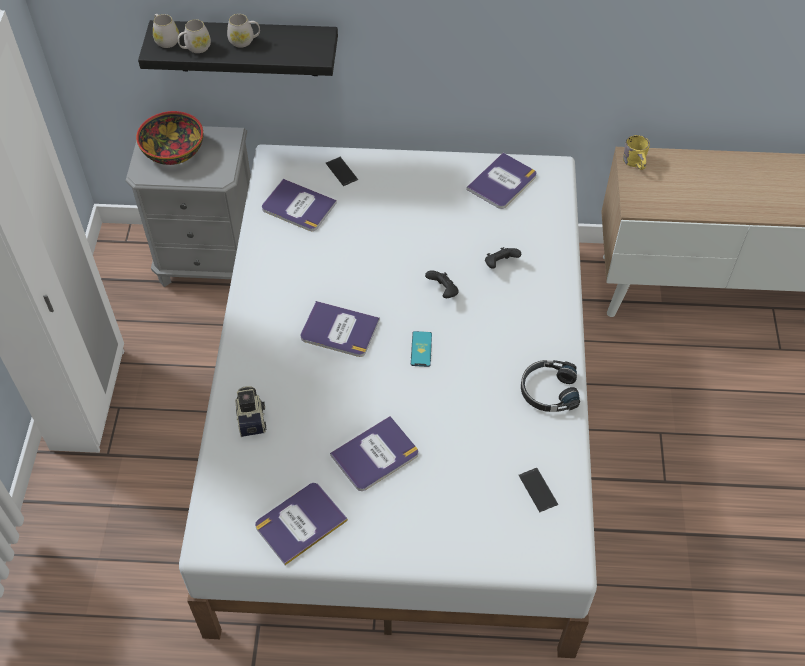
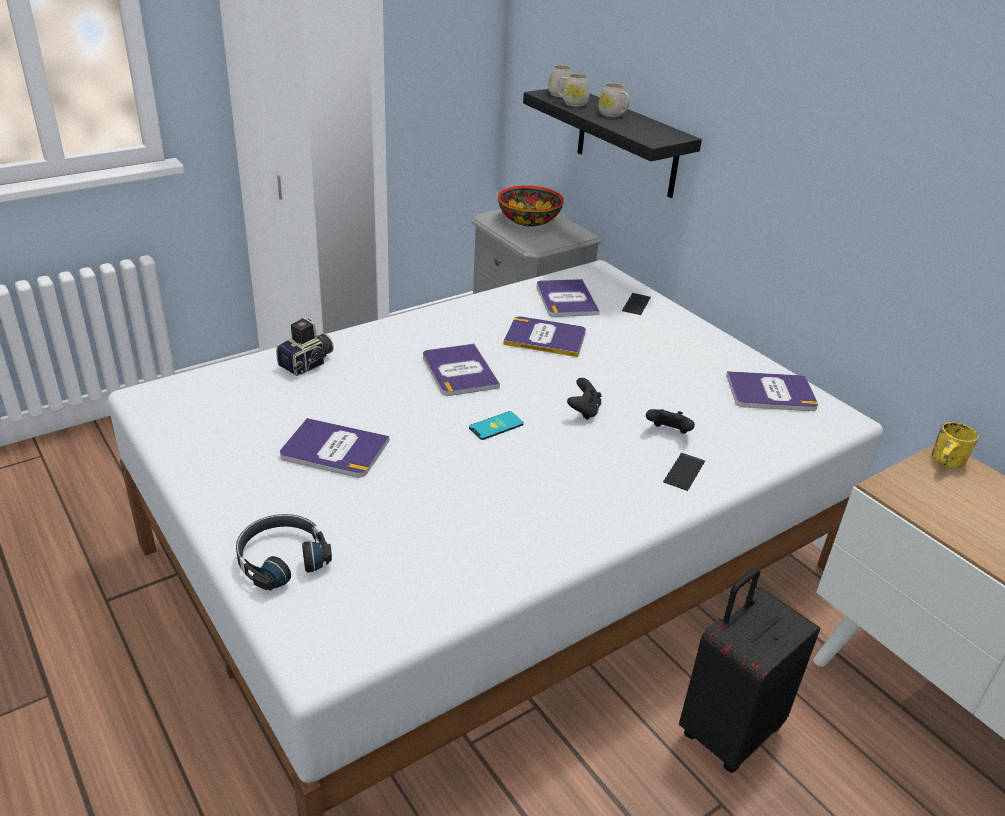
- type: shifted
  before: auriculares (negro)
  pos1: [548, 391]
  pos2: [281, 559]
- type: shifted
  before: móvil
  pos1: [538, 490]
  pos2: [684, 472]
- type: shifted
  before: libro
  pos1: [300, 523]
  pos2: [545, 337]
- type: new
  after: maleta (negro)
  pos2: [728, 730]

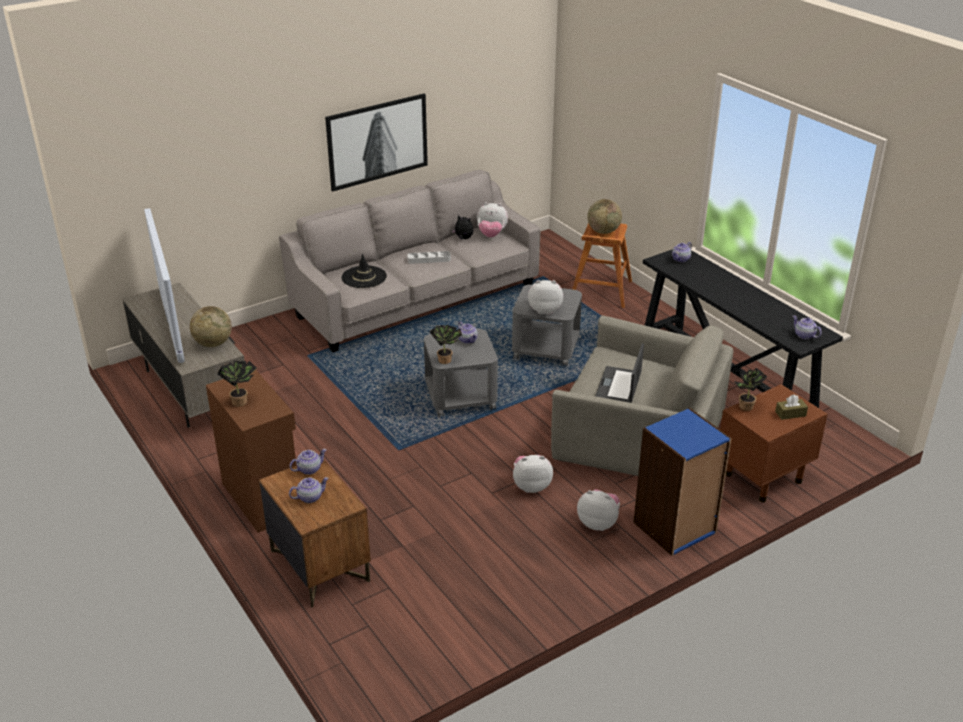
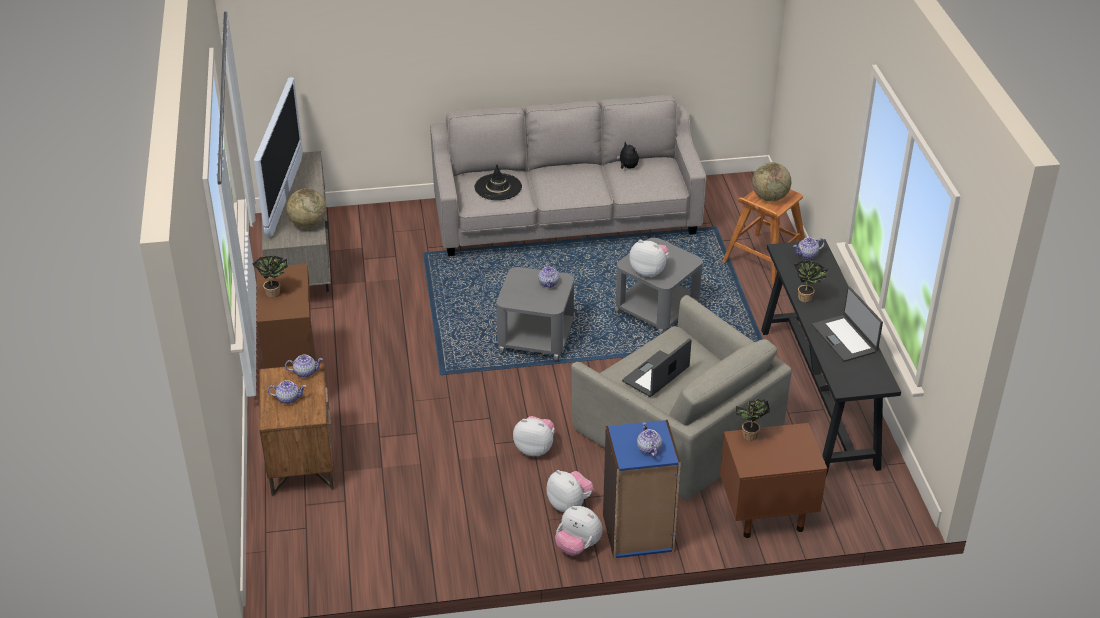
- type: gone
  before: cuadro
  pos1: [377, 141]
- type: shifted
  before: peluche
  pos1: [491, 235]
  pos2: [578, 546]
- type: gone
  before: bandeja (gris)
  pos1: [429, 259]
- type: shifted
  before: tetera
  pos1: [804, 335]
  pos2: [648, 449]
- type: shifted
  before: planta en maceta
  pos1: [446, 360]
  pos2: [807, 298]
- type: gone
  before: caja de pañuelos (marrón)
  pos1: [790, 414]
- type: new
  after: portátil
  pos2: [845, 338]

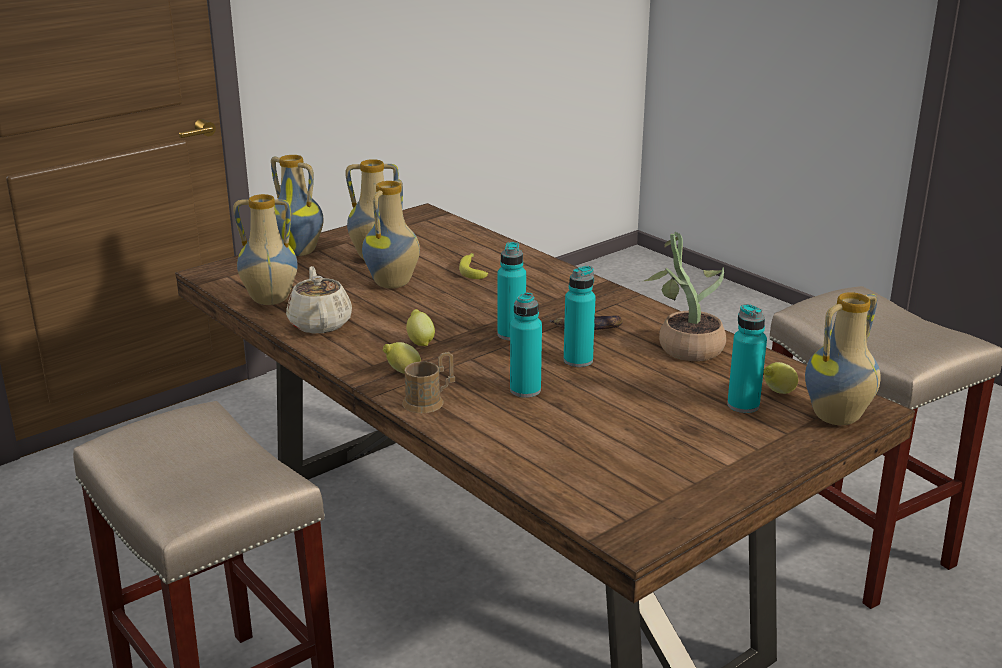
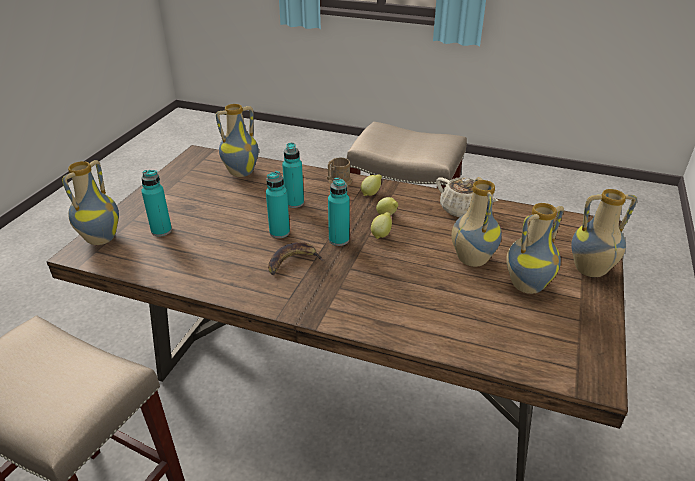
- type: shifted
  before: florero
  pos1: [269, 300]
  pos2: [241, 172]
- type: gone
  before: planta en maceta
  pos1: [683, 346]
- type: gone
  before: plátano
  pos1: [473, 270]
- type: shifted
  before: limón
  pos1: [777, 393]
  pos2: [381, 234]

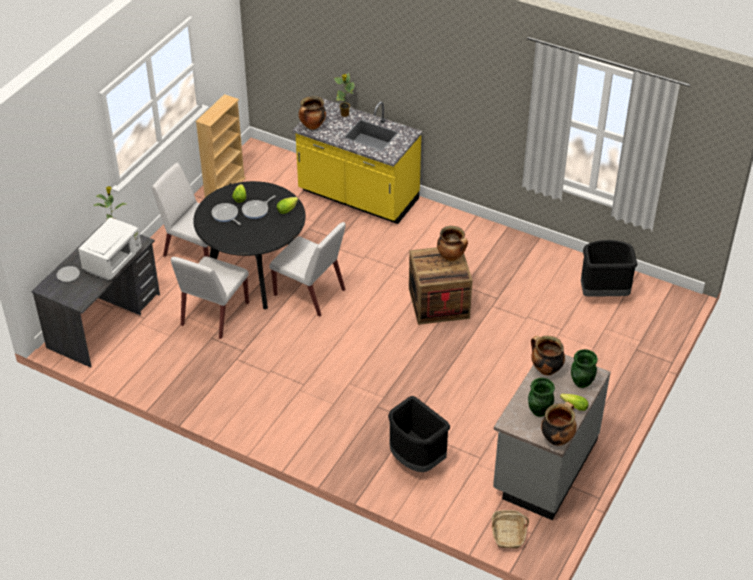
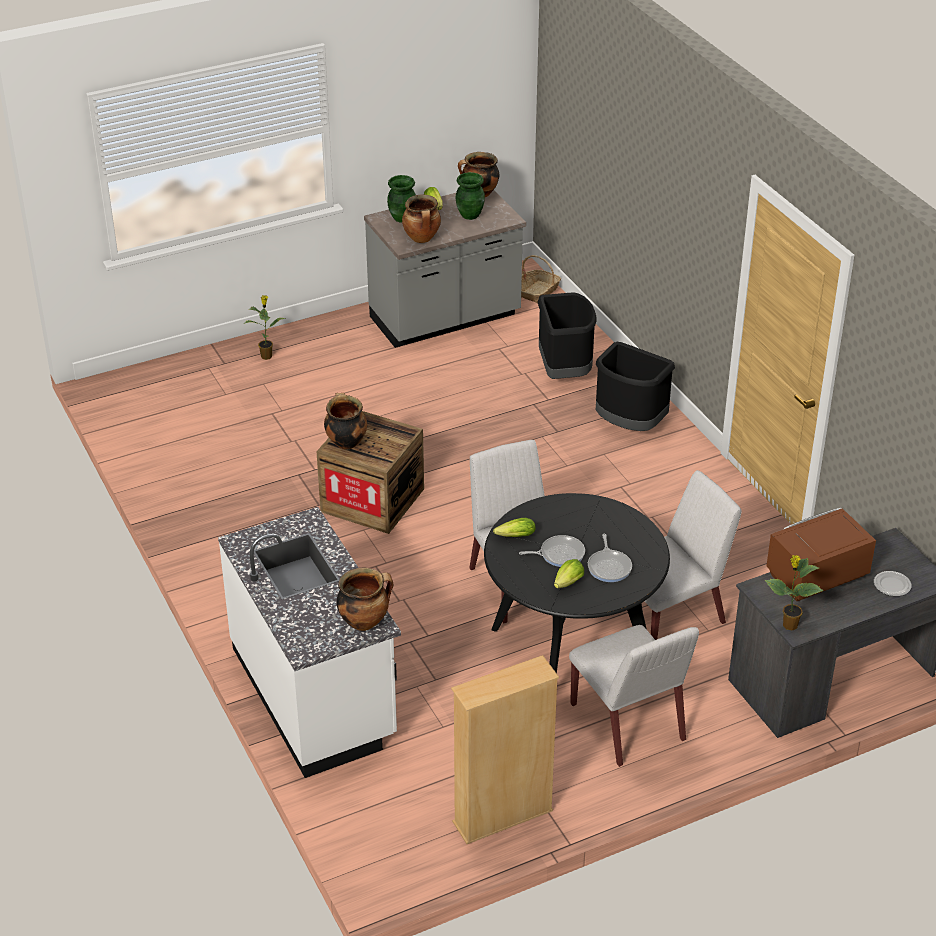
- type: shifted
  before: planta en maceta
  pos1: [345, 114]
  pos2: [267, 356]
- type: repainted
  before: mueble bajo de cocina (amarillo)
  after: mueble bajo de cocina (blanco)
  pos1: [358, 197]
  pos2: [315, 694]
- type: repainted
  before: microondas (blanco)
  after: microondas (marrón)
  pos1: [113, 262]
  pos2: [815, 576]
- type: shifted
  before: papelera (negro)
  pos1: [603, 293]
  pos2: [629, 425]

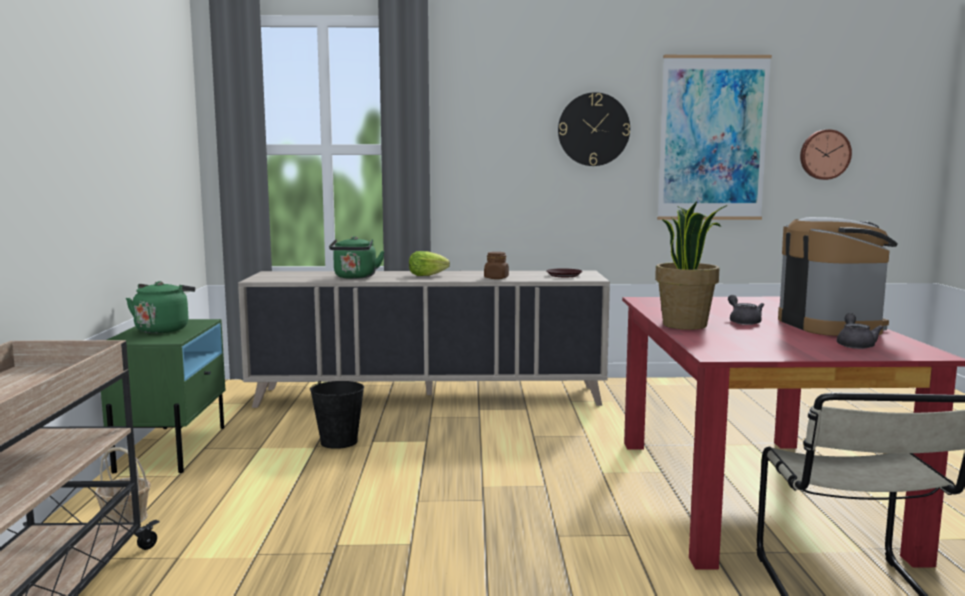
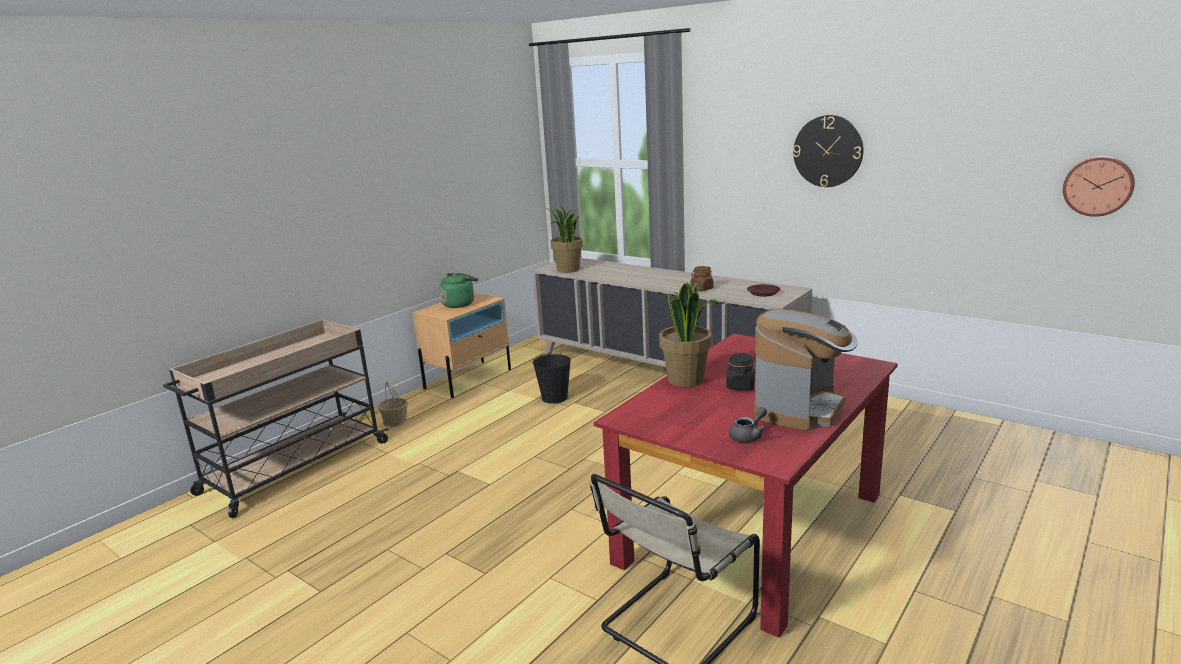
- type: gone
  before: cuadro
  pos1: [712, 138]
- type: gone
  before: hervidor (verde)
  pos1: [355, 277]
- type: gone
  before: lechuga
  pos1: [426, 275]
- type: swapped
  before: tetera (gris)
  after: tarro (negro)
  pos1: [743, 321]
  pos2: [740, 386]
- type: repainted
  before: mesita de noche (verde)
  after: mesita de noche (beis)
  pos1: [173, 448]
  pos2: [468, 378]
- type: new
  after: planta en maceta
  pos2: [568, 270]

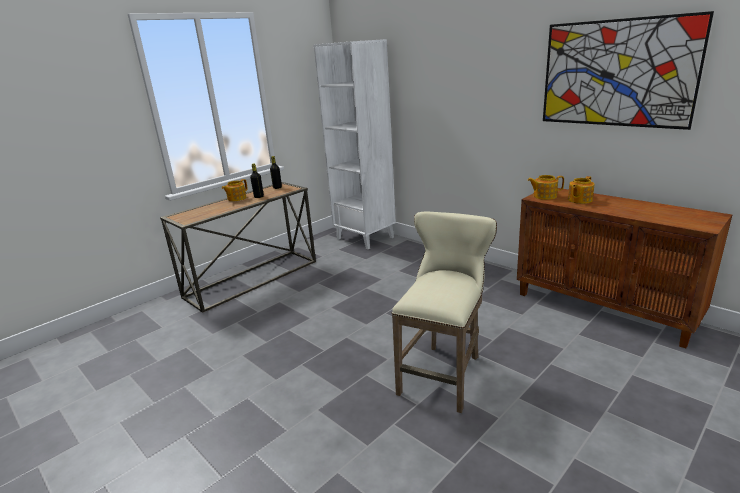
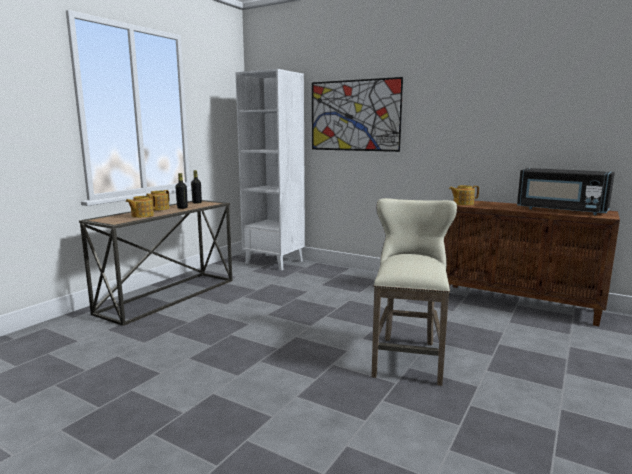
- type: shifted
  before: cuadro
  pos1: [616, 73]
  pos2: [354, 115]
- type: shifted
  before: tetera
  pos1: [579, 200]
  pos2: [142, 215]
- type: new
  after: microondas (negro)
  pos2: [561, 210]

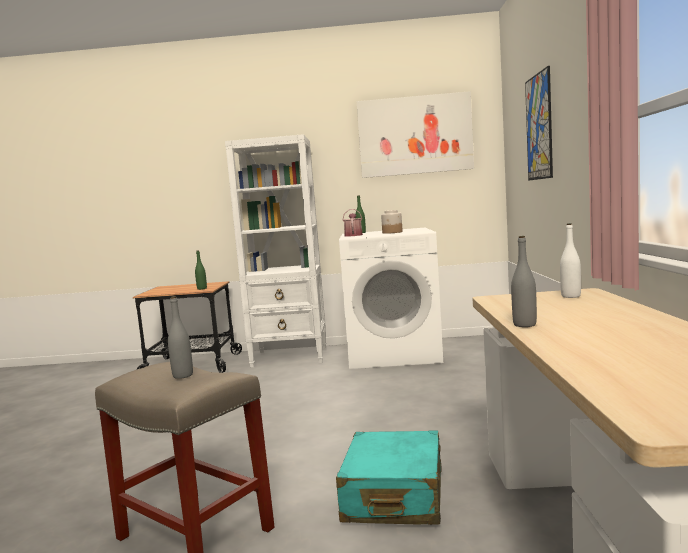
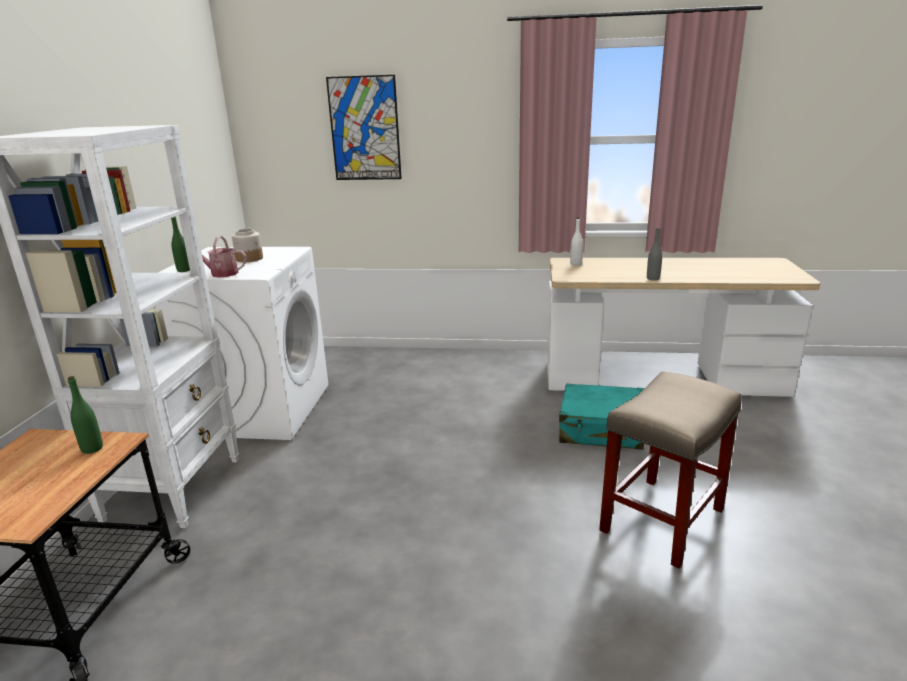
- type: gone
  before: cuadro
  pos1: [415, 135]
- type: gone
  before: botella (gris)
  pos1: [183, 375]

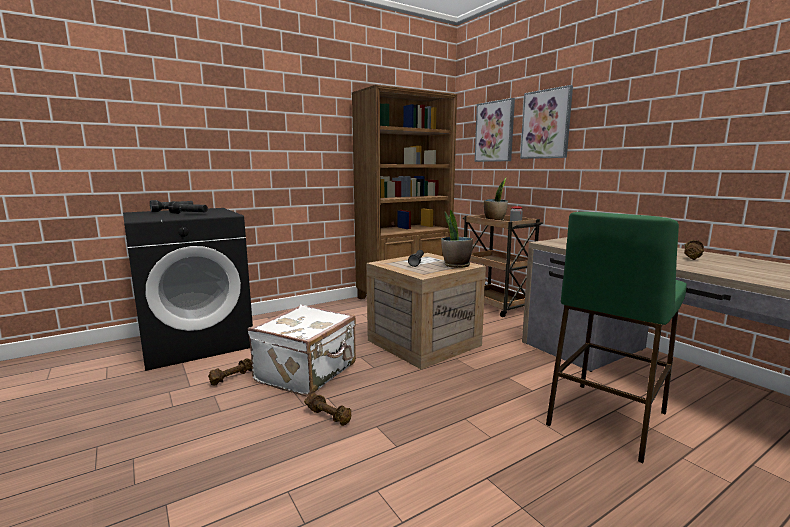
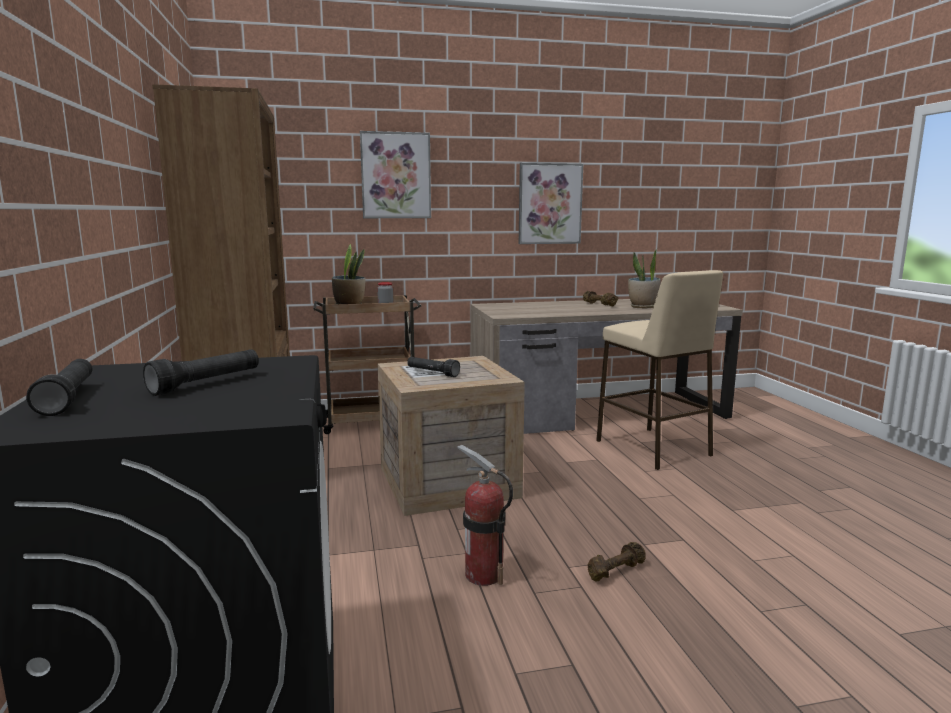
- type: shifted
  before: cuadro
  pos1: [494, 131]
  pos2: [549, 204]
- type: shifted
  before: planta en maceta
  pos1: [456, 265]
  pos2: [643, 307]
- type: repainted
  before: taburete (verde)
  after: taburete (beis)
  pos1: [606, 419]
  pos2: [653, 448]
- type: swapped
  before: maleta (blanco)
  after: extintor
  pos1: [308, 373]
  pos2: [484, 575]
- type: gone
  before: mancuerna (marrón)
  pos1: [231, 377]

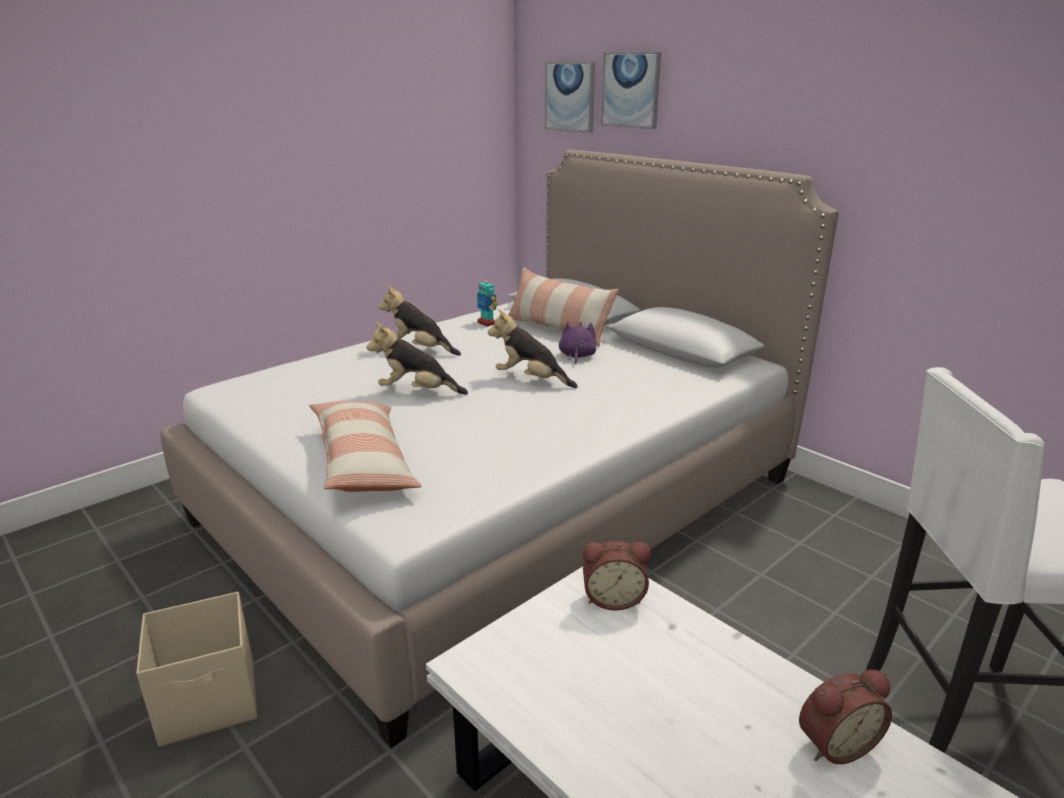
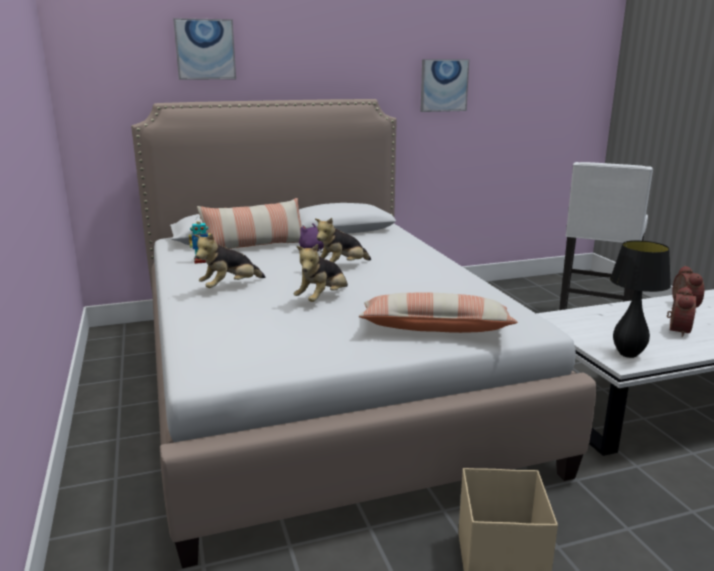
- type: shifted
  before: cuadro
  pos1: [570, 97]
  pos2: [444, 85]
- type: shifted
  before: despertador
  pos1: [613, 598]
  pos2: [676, 330]
- type: new
  after: lámpara de mesa (negro)
  pos2: [627, 354]

